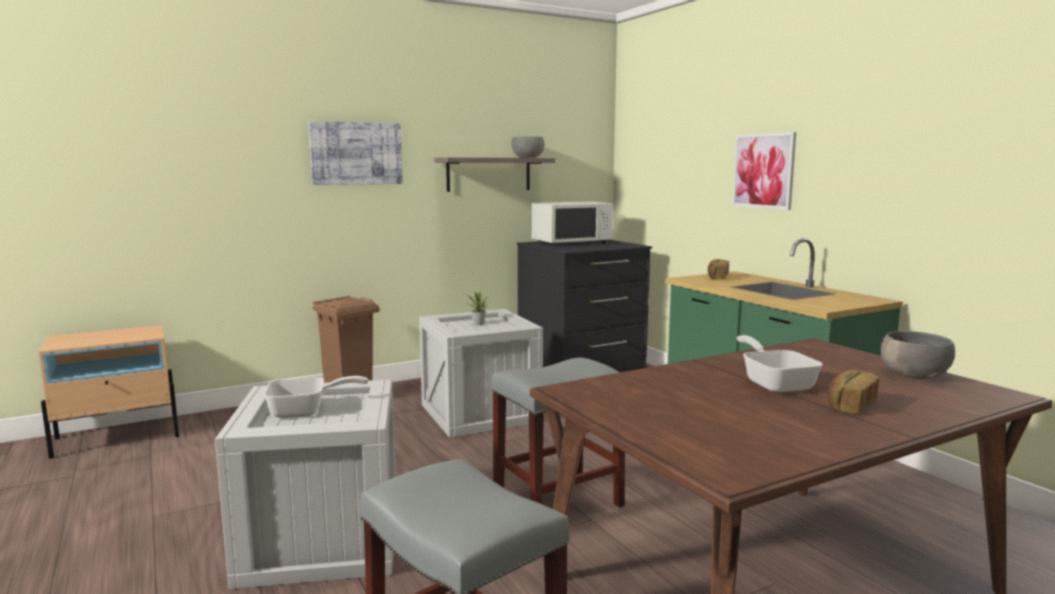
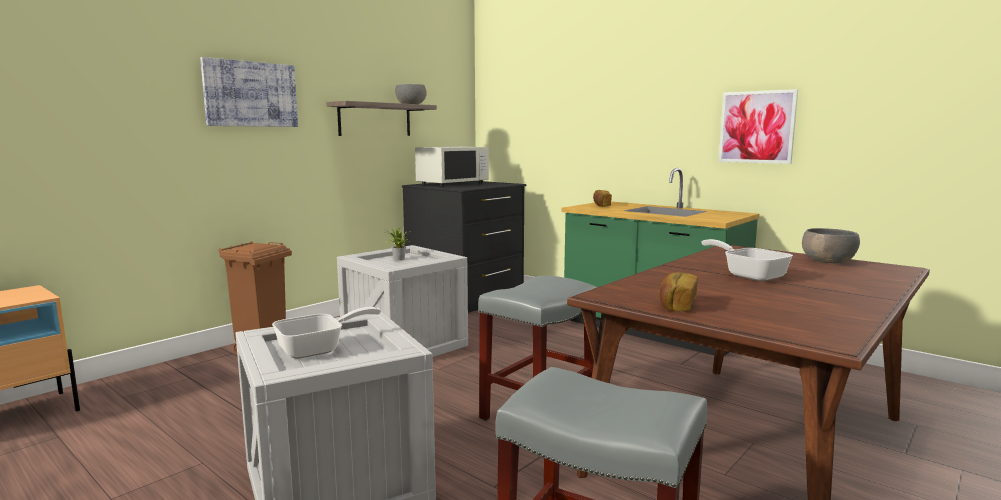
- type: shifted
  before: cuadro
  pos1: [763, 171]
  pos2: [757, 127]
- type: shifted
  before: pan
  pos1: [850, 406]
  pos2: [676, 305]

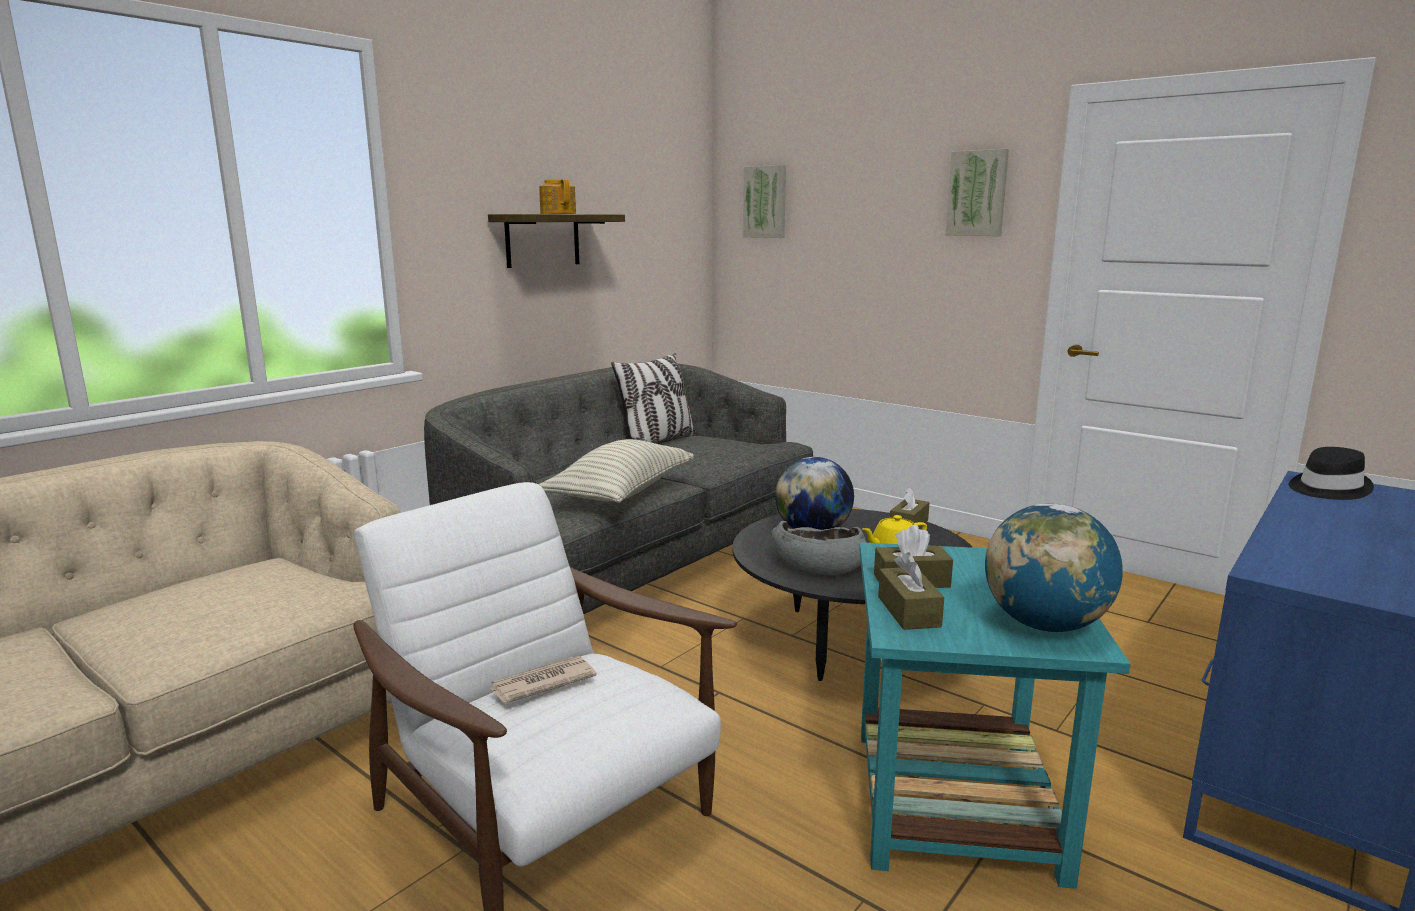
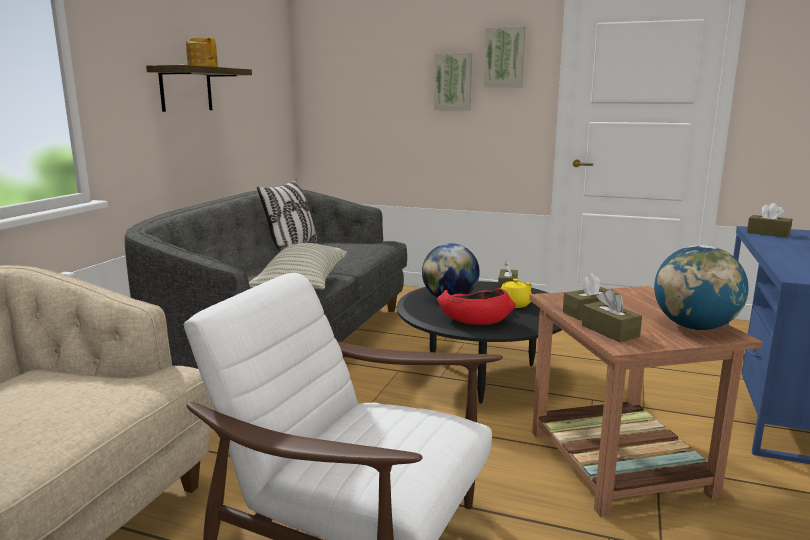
- type: shifted
  before: cuadro
  pos1: [766, 202]
  pos2: [453, 82]
- type: swapped
  before: sombrero (negro)
  after: caja de pañuelos (marrón)
  pos1: [1326, 489]
  pos2: [768, 233]
- type: repainted
  before: cuenco (gris)
  after: cuenco (rojo)
  pos1: [818, 567]
  pos2: [474, 320]
- type: repainted
  before: mesa auxiliar (turquesa)
  after: mesa auxiliar (marrón)
  pos1: [955, 803]
  pos2: [619, 463]
- type: gone
  before: periódico
  pos1: [541, 683]

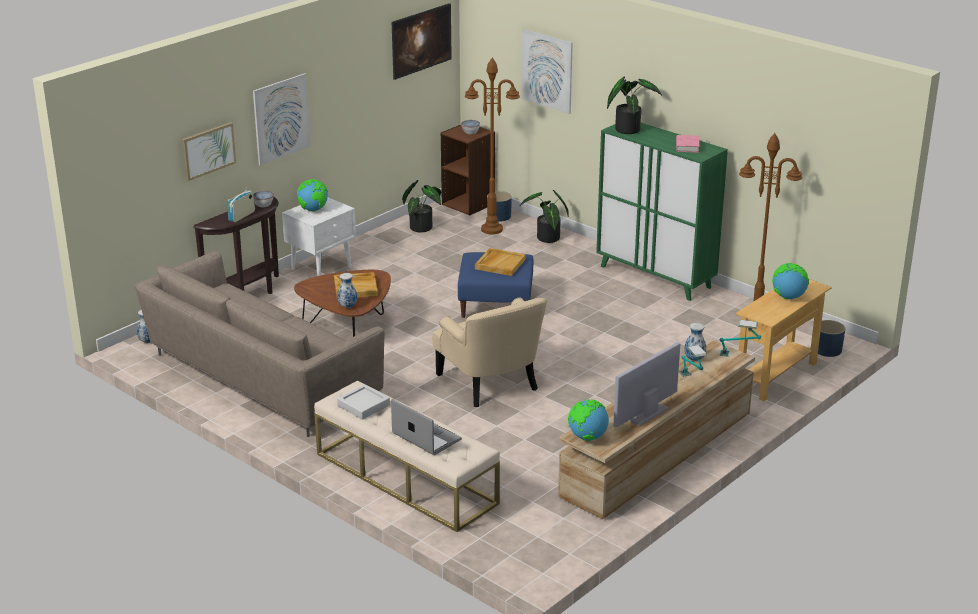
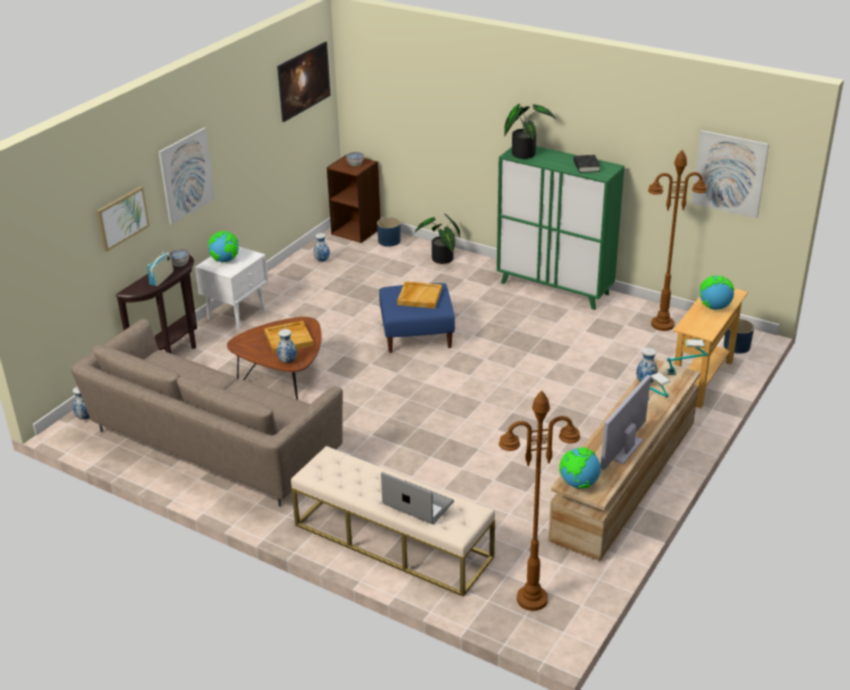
- type: shifted
  before: cuadro
  pos1: [547, 71]
  pos2: [729, 174]
- type: shifted
  before: lámpara de pie (marrón)
  pos1: [492, 229]
  pos2: [532, 599]
- type: repainted
  before: libro (rosa)
  after: libro (negro)
  pos1: [687, 146]
  pos2: [586, 166]
- type: swapped
  before: planta en maceta
  after: florero
  pos1: [424, 227]
  pos2: [322, 260]
- type: gone
  before: sillón (beis)
  pos1: [490, 382]
- type: gone
  before: bandeja (gris)
  pos1: [363, 405]

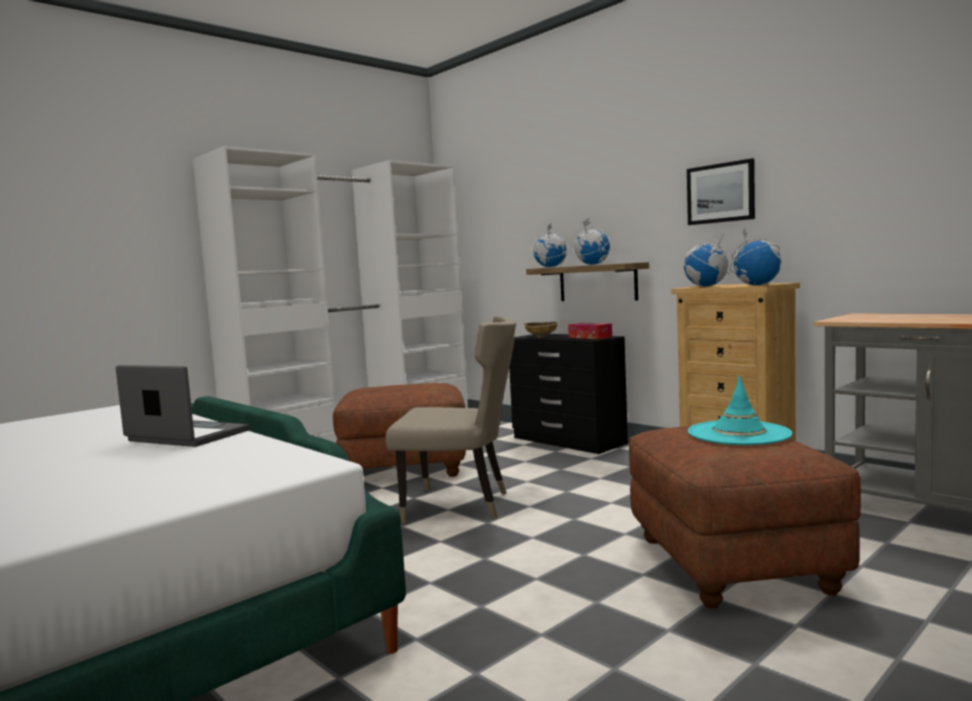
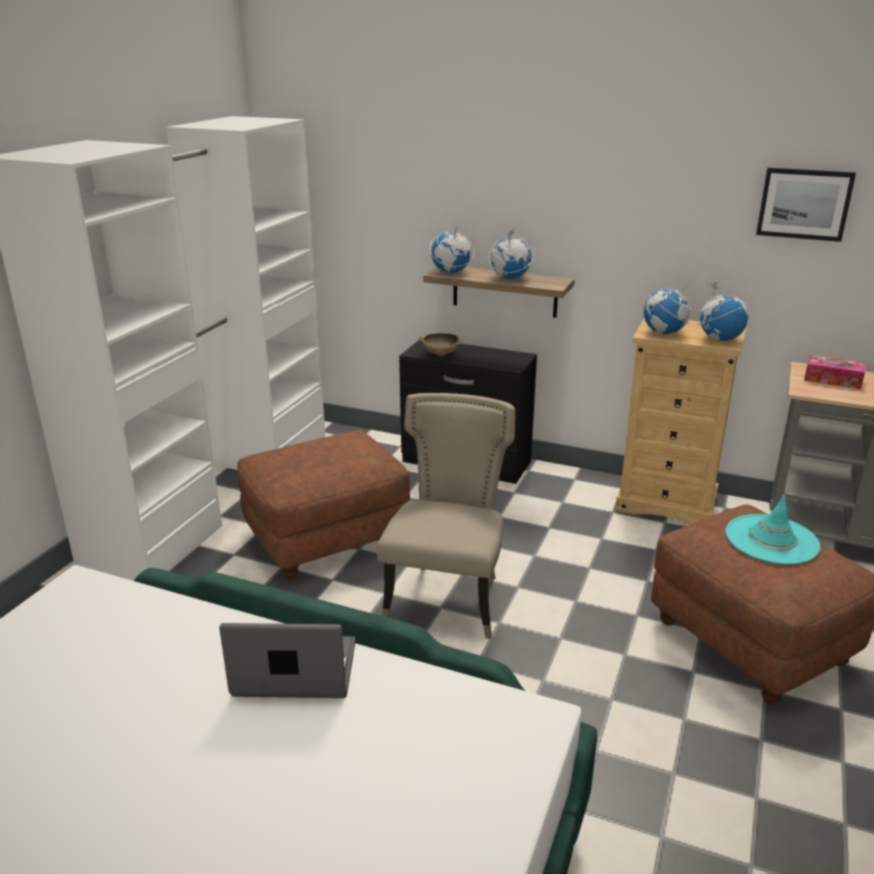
- type: shifted
  before: cuadro
  pos1: [721, 193]
  pos2: [804, 204]
- type: rotated
  before: silla (beis)
  pos1: [461, 505]
  pos2: [448, 597]
  turn: -60
- type: shifted
  before: caja de pañuelos
  pos1: [590, 337]
  pos2: [832, 380]

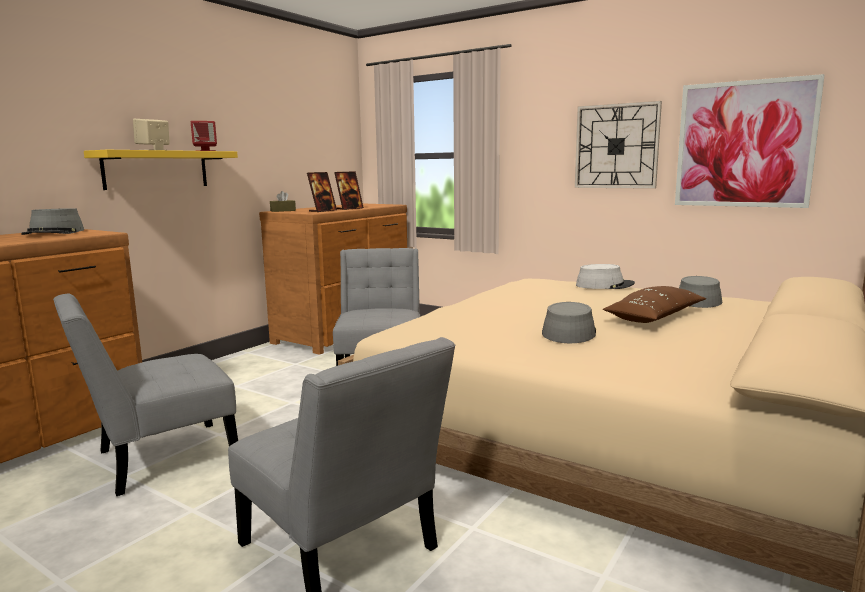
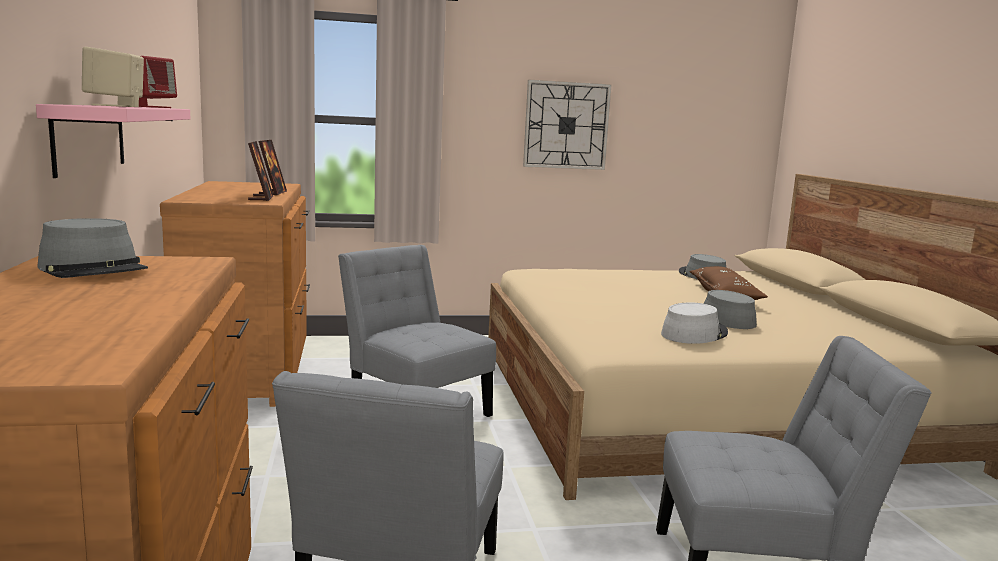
- type: gone
  before: cuadro
  pos1: [744, 144]
- type: repainted
  before: estante (amarillo)
  after: estante (rosa)
  pos1: [156, 169]
  pos2: [89, 137]
- type: gone
  before: caja de pañuelos (marrón)
  pos1: [283, 211]
- type: shifted
  before: sombrero (gris)
  pos1: [604, 285]
  pos2: [694, 334]

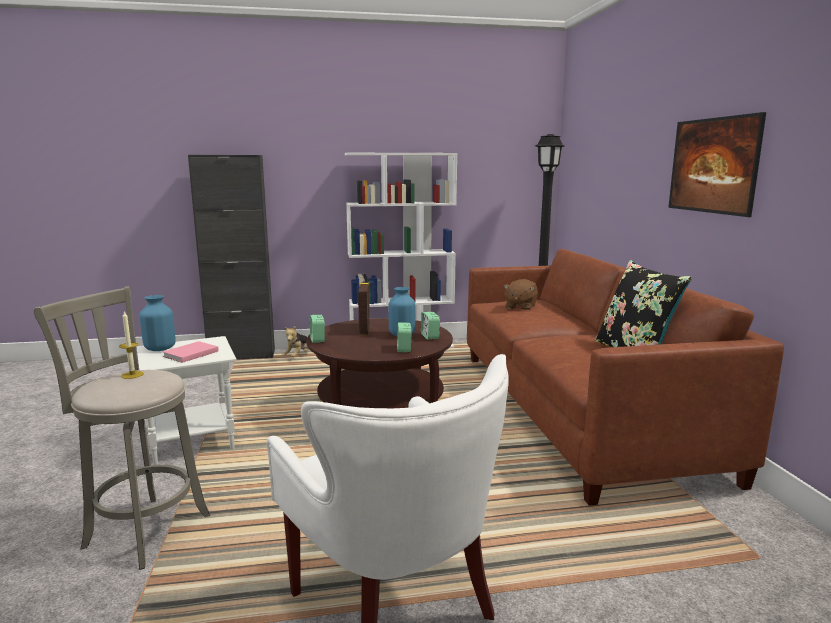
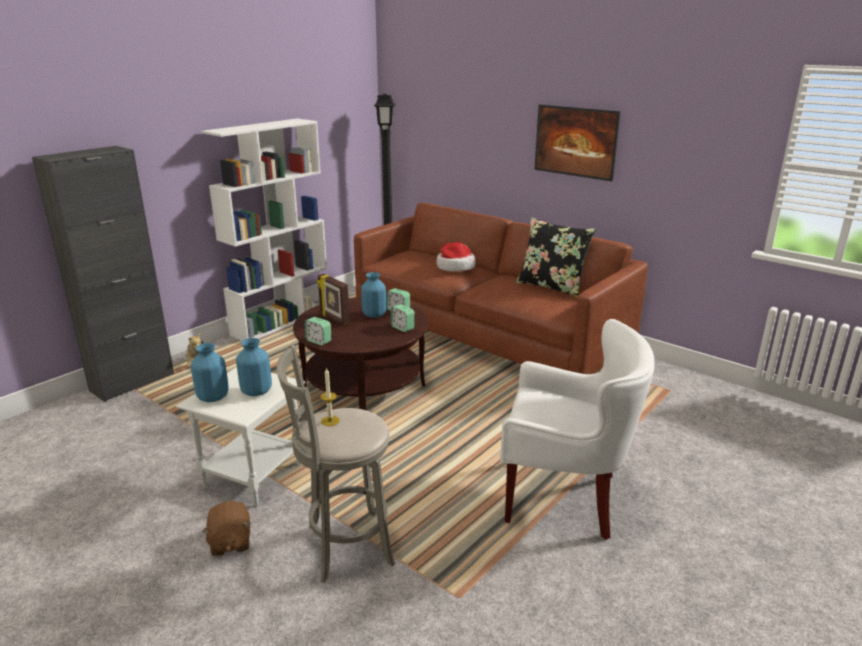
- type: shifted
  before: peluche (marrón)
  pos1: [520, 307]
  pos2: [230, 542]
- type: swapped
  before: libro (rosa)
  after: florero (azul)
  pos1: [189, 354]
  pos2: [256, 392]
- type: new
  after: sombrero
  pos2: [455, 267]

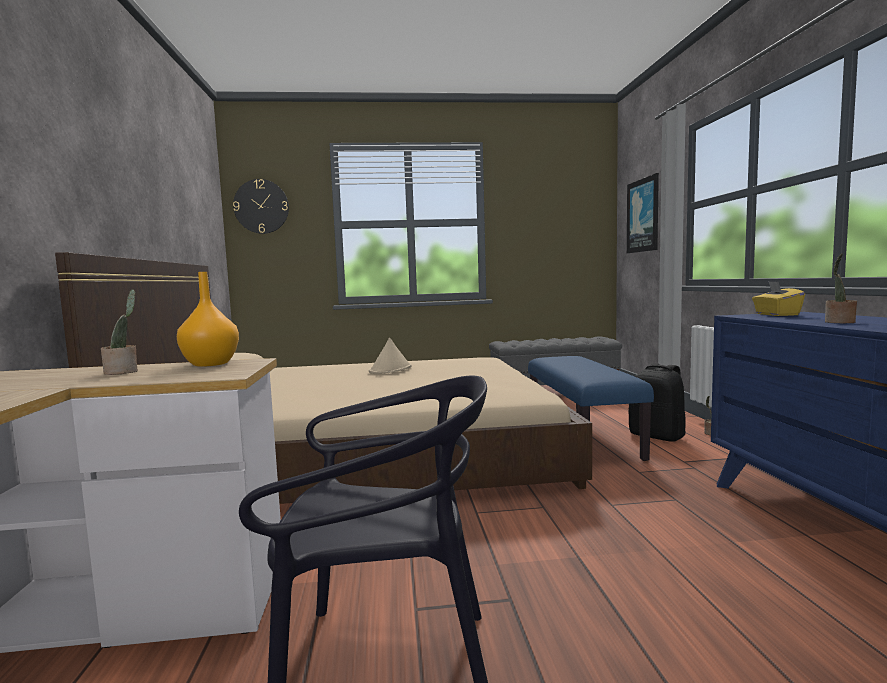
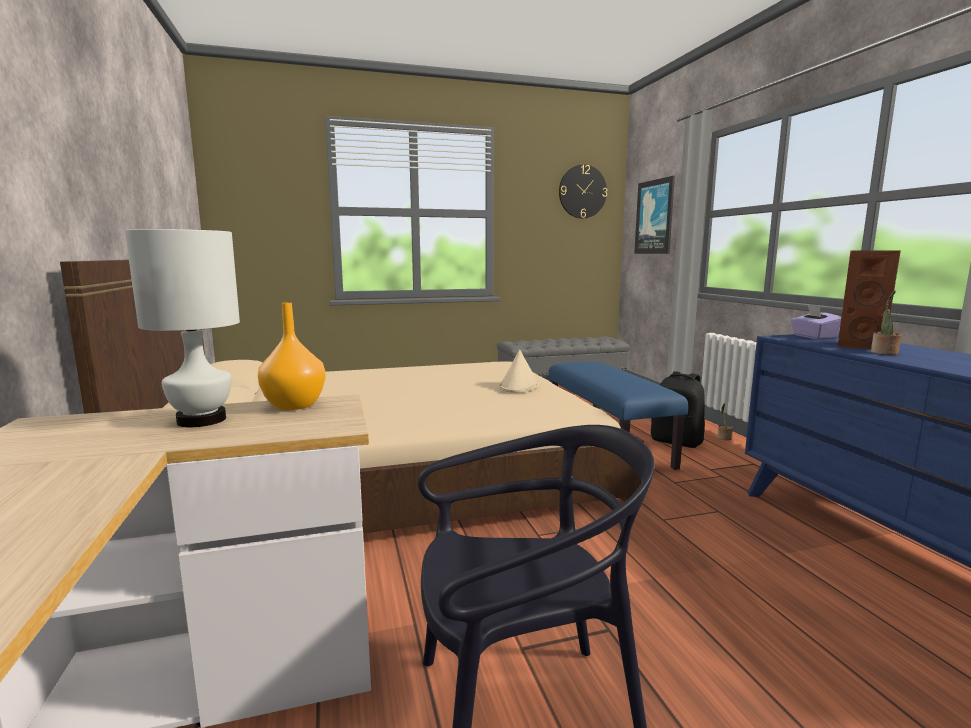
- type: shifted
  before: reloj de pared
  pos1: [261, 206]
  pos2: [582, 191]
- type: repainted
  before: caja de pañuelos (amarillo)
  after: caja de pañuelos (morado)
  pos1: [776, 314]
  pos2: [813, 337]
- type: swapped
  before: planta en maceta
  after: lámpara de mesa (blanco)
  pos1: [123, 372]
  pos2: [201, 420]
- type: shifted
  before: sombrero (beis)
  pos1: [390, 370]
  pos2: [519, 385]
- type: new
  after: altavoz (marrón)
  pos2: [859, 346]

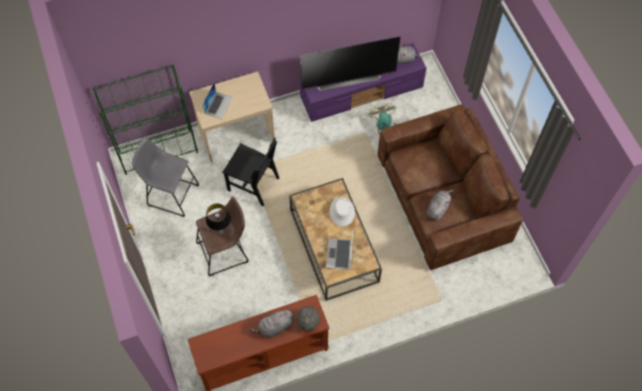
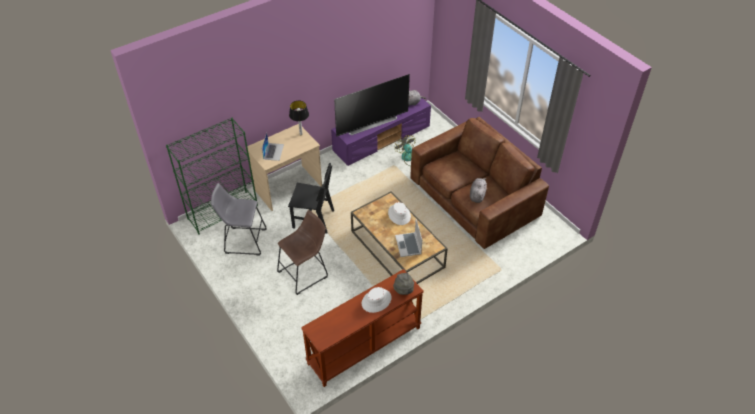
- type: shifted
  before: lámpara de mesa
  pos1: [221, 233]
  pos2: [301, 134]
- type: swapped
  before: peluche (gris)
  after: sombrero (blanco)
  pos1: [275, 327]
  pos2: [376, 301]

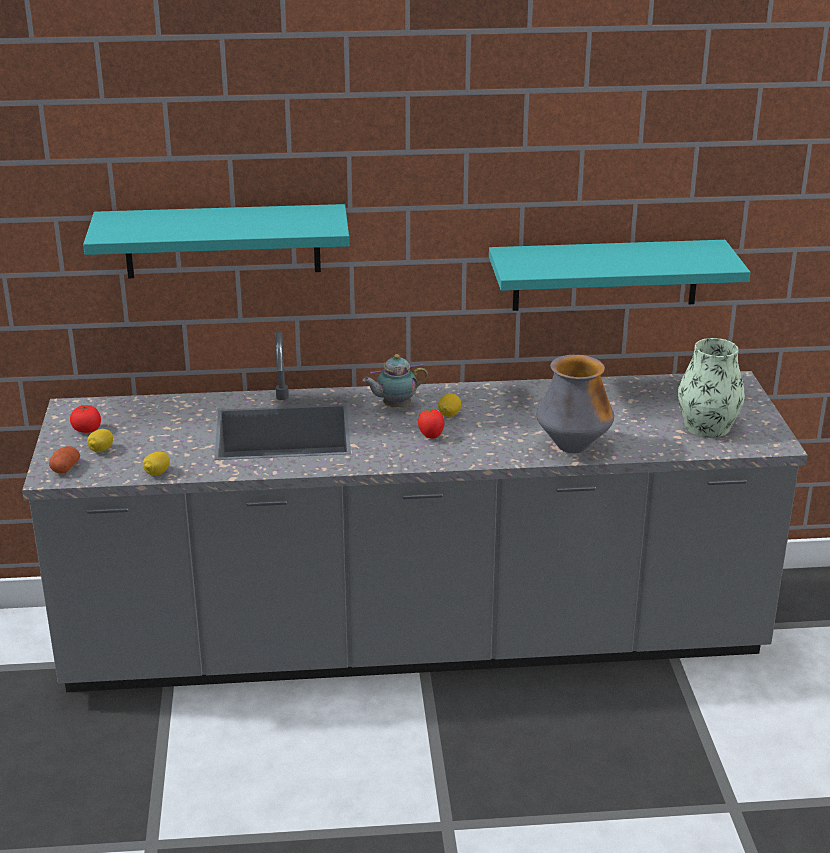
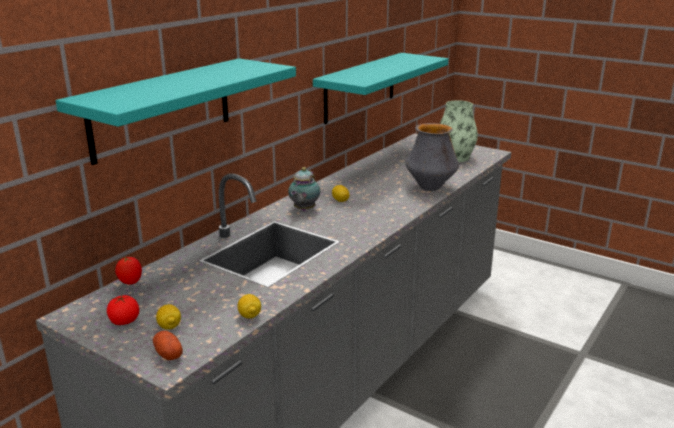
- type: shifted
  before: tomate
  pos1: [431, 436]
  pos2: [130, 282]

